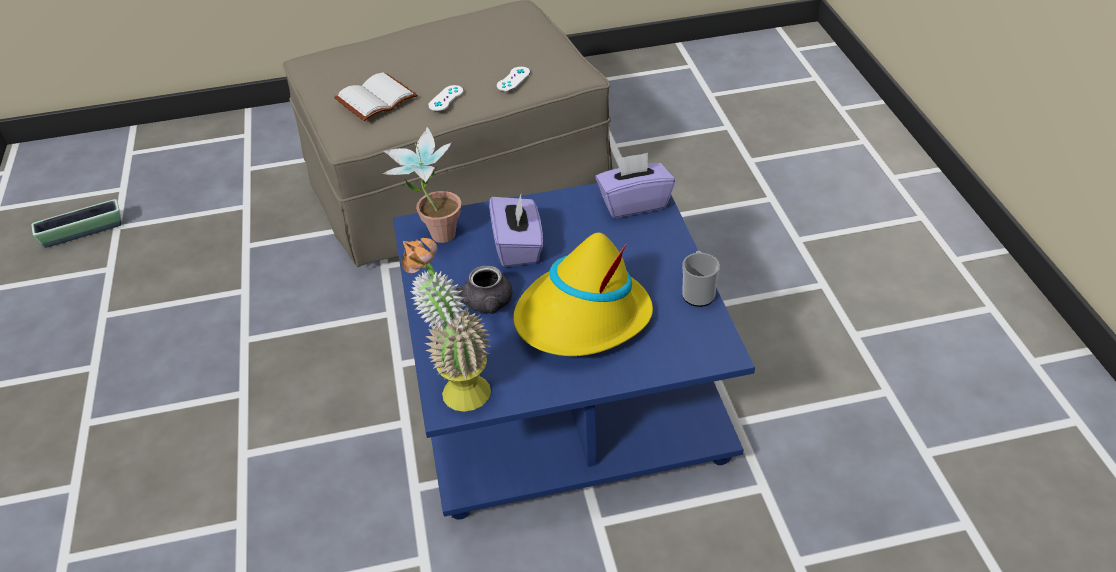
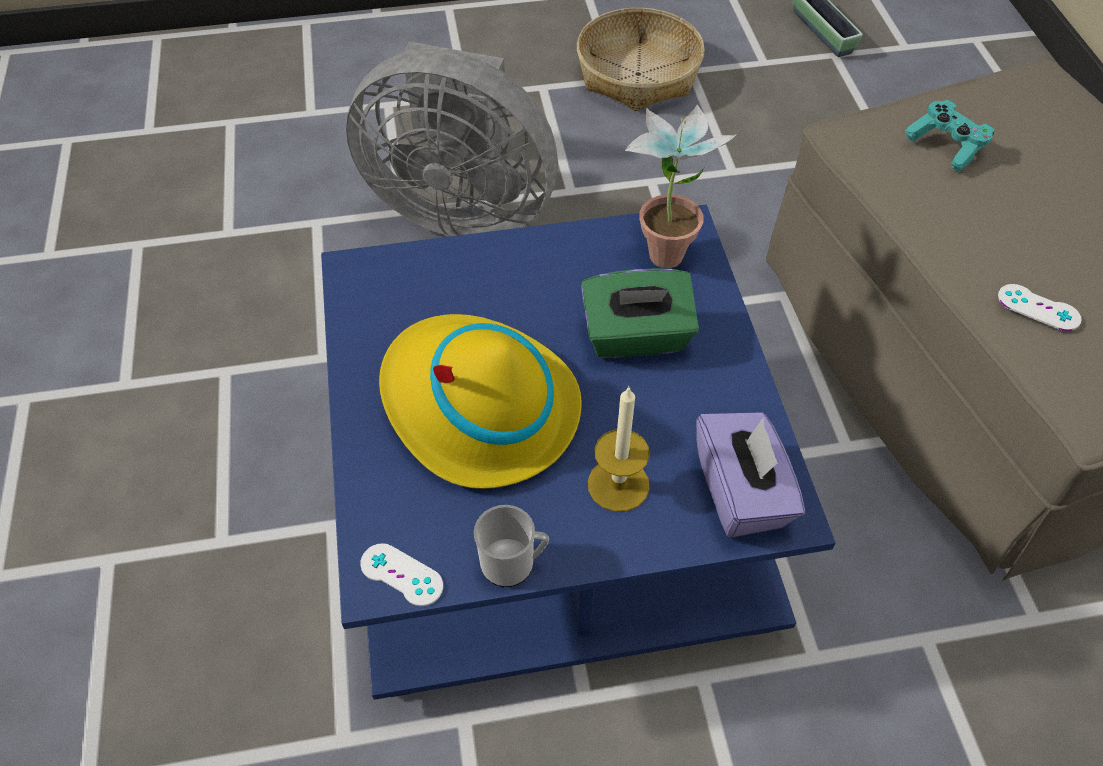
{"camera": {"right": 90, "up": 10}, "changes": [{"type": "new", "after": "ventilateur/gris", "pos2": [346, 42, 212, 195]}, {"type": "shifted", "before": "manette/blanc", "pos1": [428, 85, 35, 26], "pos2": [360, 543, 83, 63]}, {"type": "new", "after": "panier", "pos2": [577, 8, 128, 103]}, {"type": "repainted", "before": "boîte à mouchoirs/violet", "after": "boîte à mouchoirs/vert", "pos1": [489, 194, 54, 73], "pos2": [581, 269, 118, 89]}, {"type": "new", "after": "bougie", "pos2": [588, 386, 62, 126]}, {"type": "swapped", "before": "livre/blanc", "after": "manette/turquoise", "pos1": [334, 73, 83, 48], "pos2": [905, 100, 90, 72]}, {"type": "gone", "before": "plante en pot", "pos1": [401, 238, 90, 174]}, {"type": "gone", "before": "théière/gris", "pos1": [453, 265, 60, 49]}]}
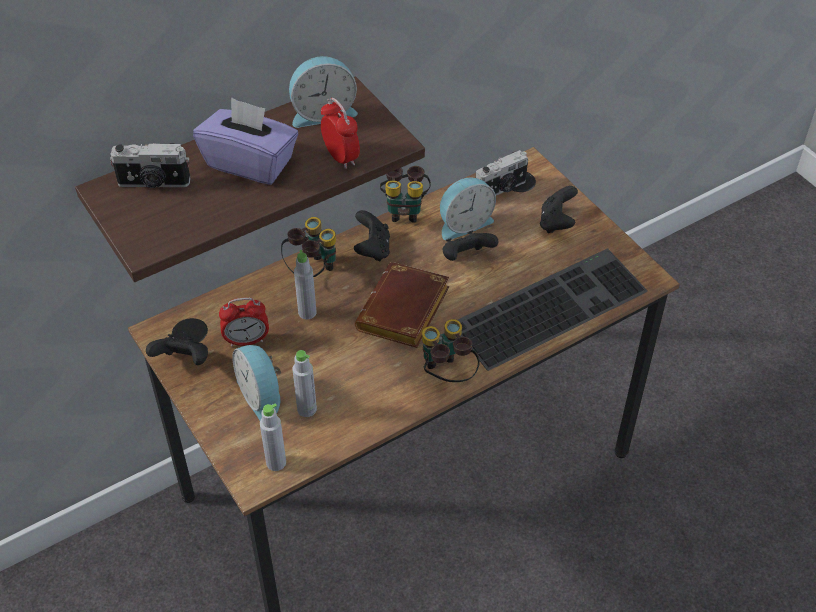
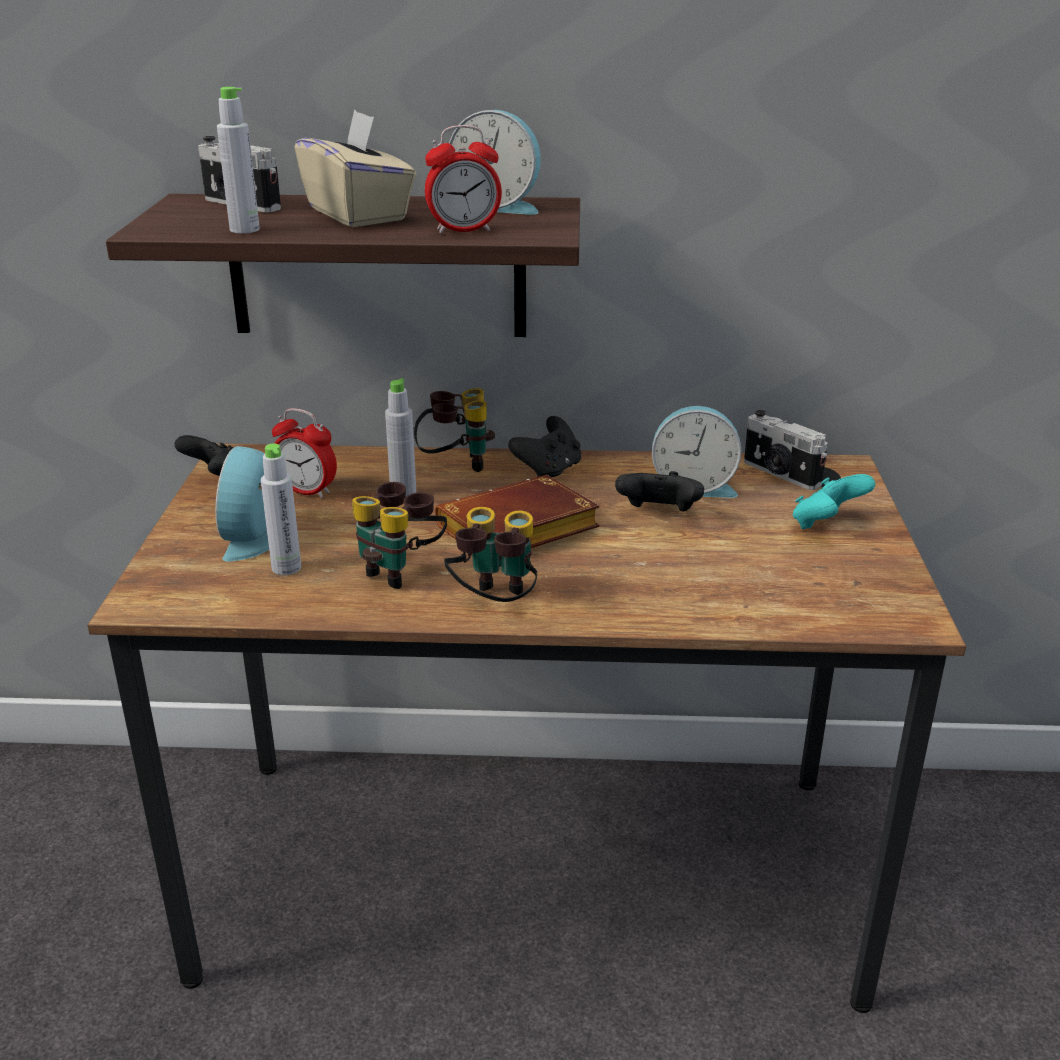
{"camera": {"right": 35, "up": -20}, "changes": [{"type": "shifted", "before": "bouteille/gris", "pos1": [260, 403, 26, 68], "pos2": [217, 87, 43, 147]}, {"type": "repainted", "before": "boîte à mouchoirs/violet", "after": "boîte à mouchoirs/beige", "pos1": [193, 97, 105, 88], "pos2": [294, 109, 122, 118]}, {"type": "shifted", "before": "jumelles", "pos1": [380, 166, 51, 57], "pos2": [352, 482, 95, 107]}, {"type": "rotated", "before": "réveil", "pos1": [321, 98, 39, 71], "pos2": [425, 125, 77, 109], "turn": 75}, {"type": "rotated", "before": "appareil photo", "pos1": [476, 150, 52, 45], "pos2": [744, 410, 84, 80], "turn": 45}, {"type": "repainted", "before": "manette/noir", "after": "manette/turquoise", "pos1": [540, 186, 38, 47], "pos2": [793, 474, 82, 55]}, {"type": "gone", "before": "clavier", "pos1": [458, 248, 190, 123]}]}
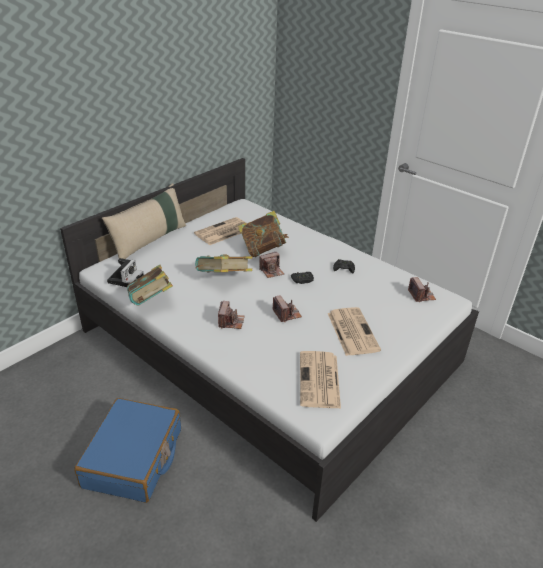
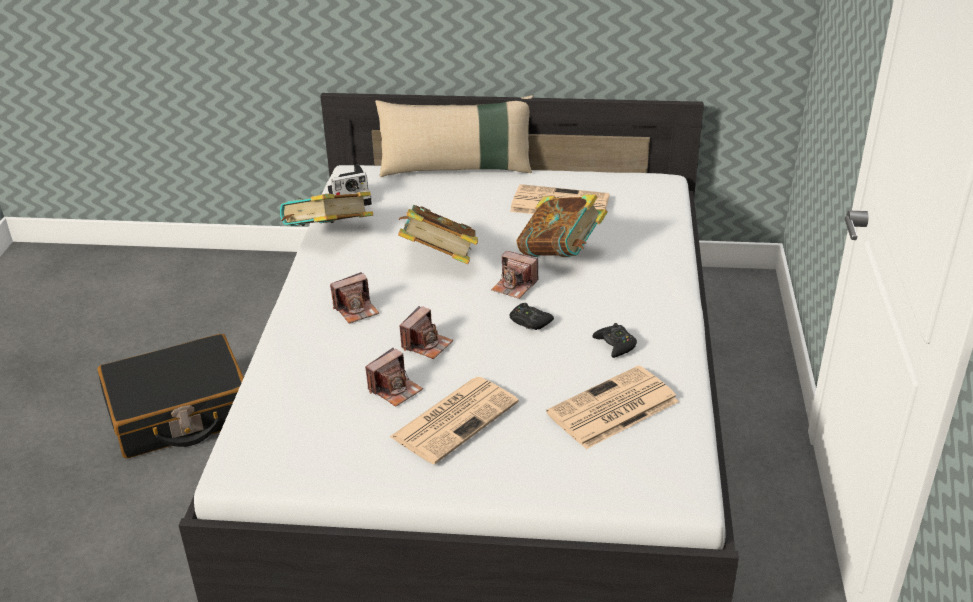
{"camera": {"right": 55, "up": 0}, "changes": [{"type": "repainted", "before": "valise/bleu", "after": "valise/noir", "pos1": [74, 398, 107, 105], "pos2": [98, 334, 146, 124]}, {"type": "shifted", "before": "appareil photo", "pos1": [408, 277, 28, 25], "pos2": [365, 348, 58, 59]}, {"type": "shifted", "before": "journal", "pos1": [300, 351, 41, 58], "pos2": [546, 365, 133, 84]}]}
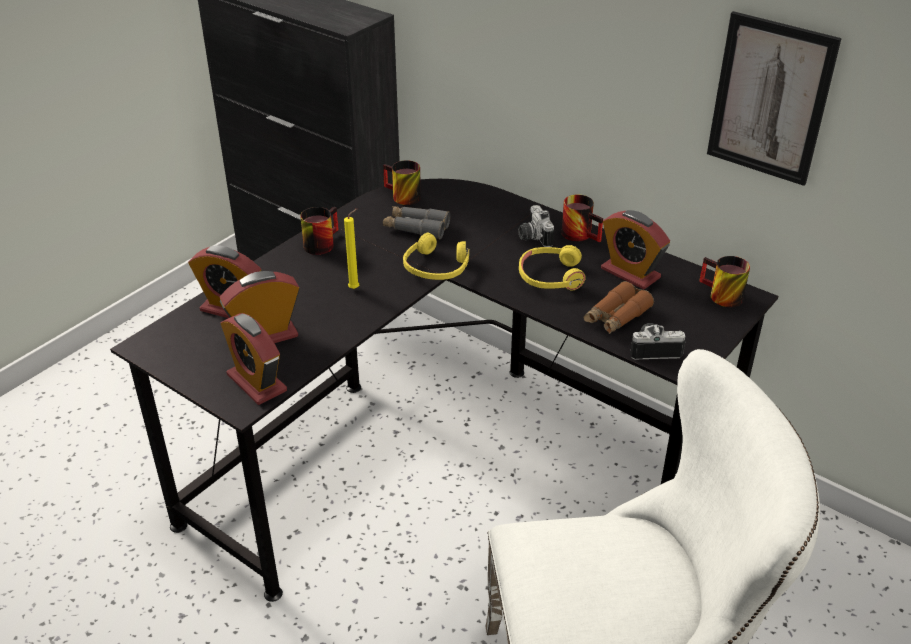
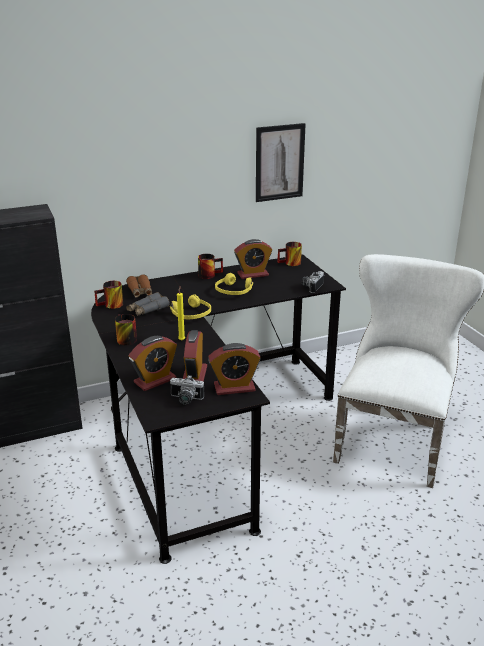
{"camera": {"right": -60, "up": -10}, "changes": [{"type": "shifted", "before": "jumelles/marron", "pos1": [584, 281, 70, 53], "pos2": [126, 274, 26, 23]}, {"type": "shifted", "before": "appareil photo", "pos1": [518, 205, 36, 42], "pos2": [170, 375, 34, 30]}]}
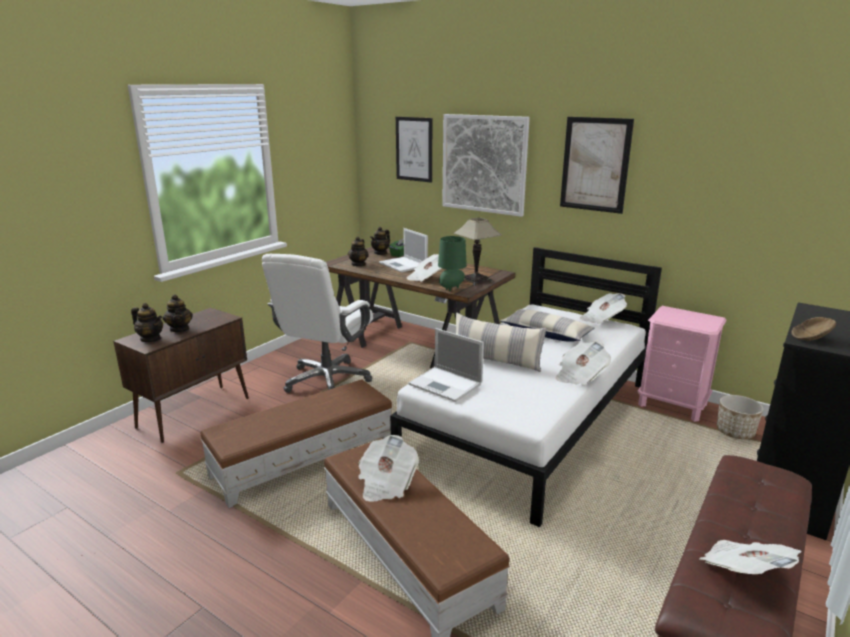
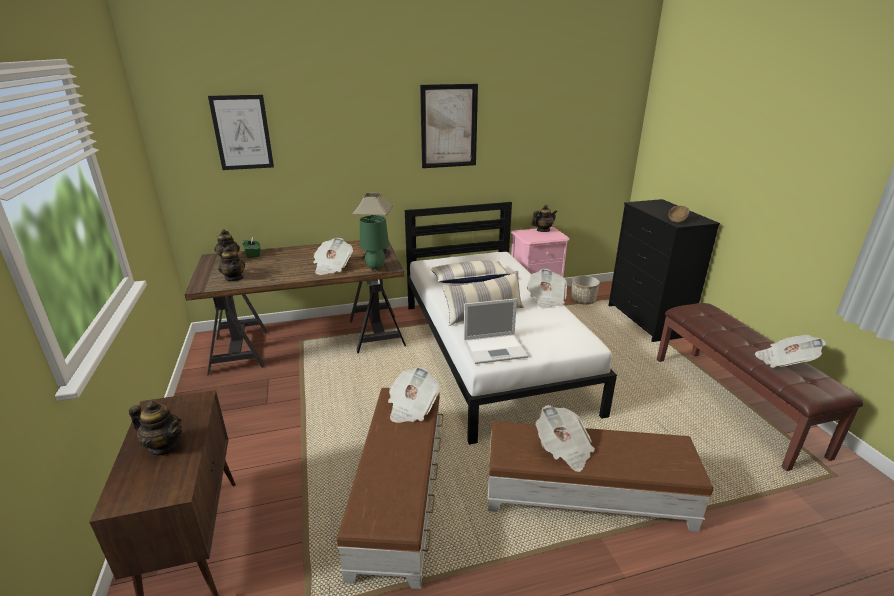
{"camera": {"right": -50, "up": 5}, "changes": [{"type": "shifted", "before": "journal", "pos1": [580, 293, 47, 31], "pos2": [388, 367, 52, 56]}, {"type": "shifted", "before": "théière", "pos1": [131, 303, 32, 39], "pos2": [531, 205, 26, 27]}, {"type": "gone", "before": "chaise de bureau/blanc", "pos1": [262, 254, 111, 139]}, {"type": "gone", "before": "ordinateur portable", "pos1": [379, 228, 49, 45]}, {"type": "gone", "before": "tableau", "pos1": [442, 114, 88, 103]}]}
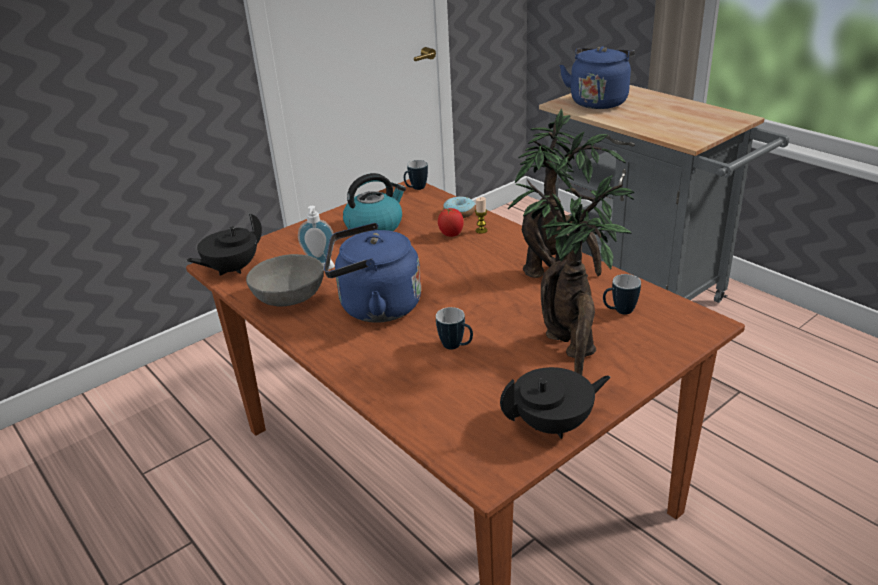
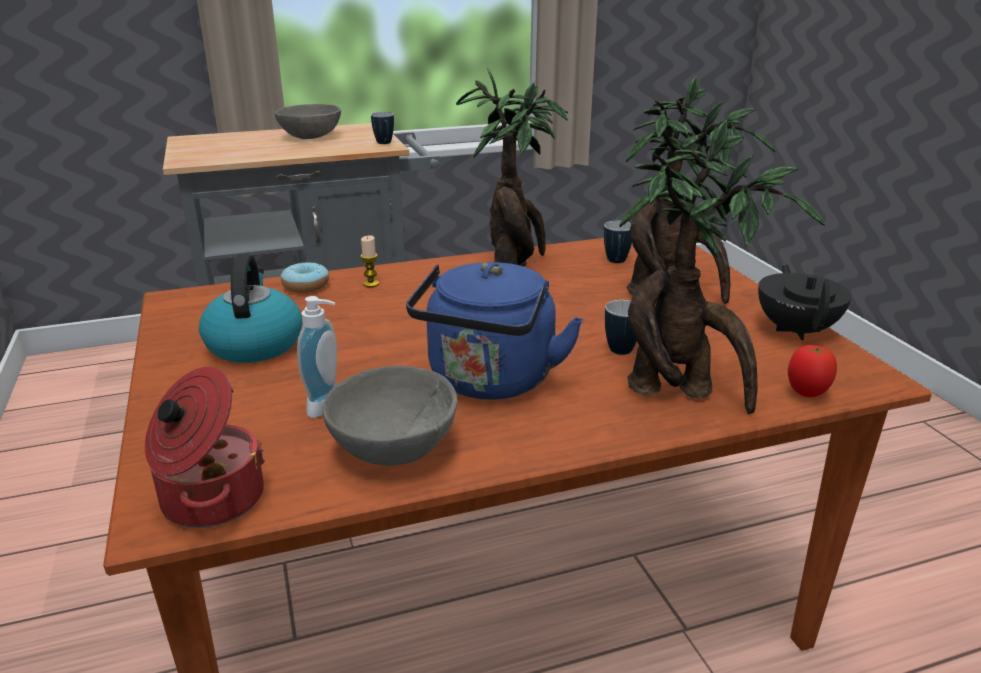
{"camera": {"right": -70, "up": -5}, "changes": [{"type": "swapped", "before": "théière/noir", "after": "marmite", "pos1": [186, 213, 76, 63], "pos2": [145, 367, 120, 161]}, {"type": "new", "after": "bol/gris", "pos2": [275, 104, 66, 35]}, {"type": "shifted", "before": "mug", "pos1": [404, 160, 24, 30], "pos2": [371, 112, 23, 32]}, {"type": "new", "after": "plante en pot", "pos2": [619, 119, 206, 295]}, {"type": "shifted", "before": "tomate", "pos1": [438, 208, 26, 29], "pos2": [788, 345, 49, 52]}, {"type": "gone", "before": "bouilloire/bleu", "pos1": [559, 46, 76, 63]}]}
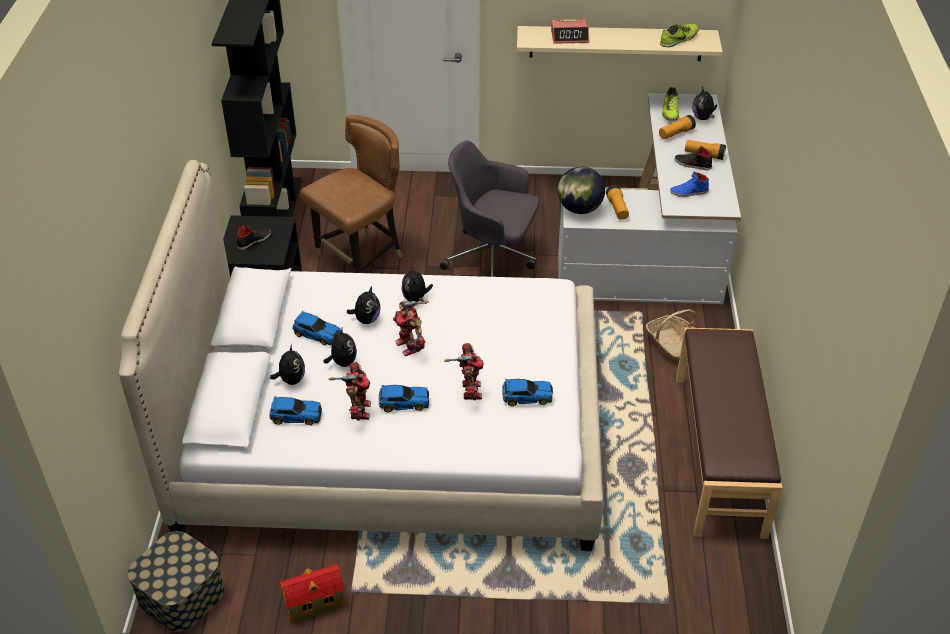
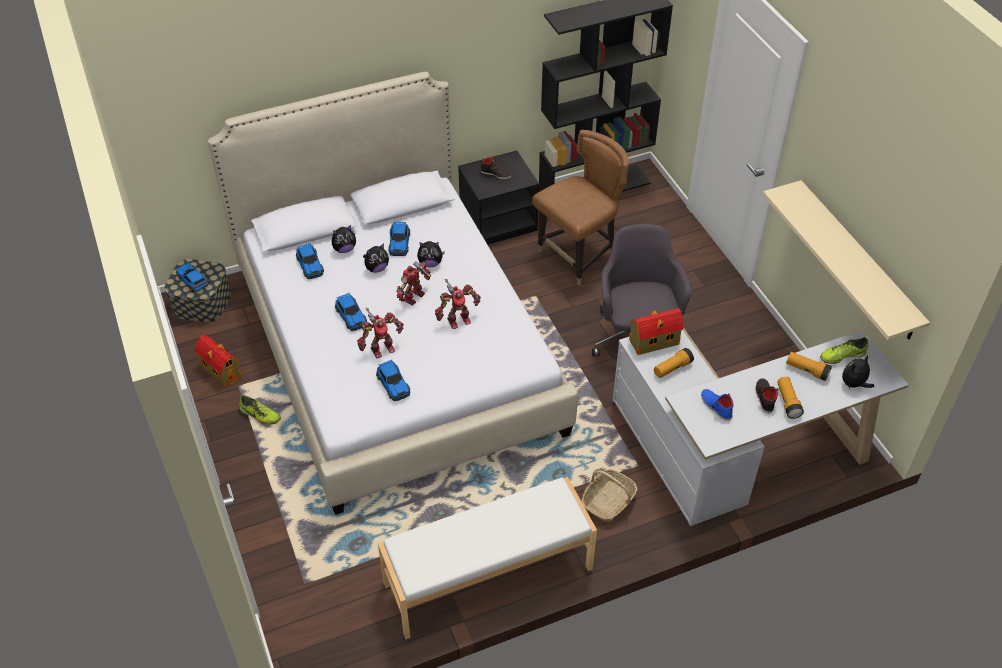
{"camera": {"right": 65, "up": 5}, "changes": [{"type": "new", "after": "petite voiture", "pos2": [176, 263, 33, 29]}, {"type": "shifted", "before": "chaussure", "pos1": [660, 24, 39, 23], "pos2": [239, 395, 42, 29]}, {"type": "repainted", "before": "banc/marron", "after": "banc/blanc", "pos1": [676, 328, 107, 211], "pos2": [378, 477, 219, 162]}, {"type": "shifted", "before": "robot jouet", "pos1": [329, 362, 42, 59], "pos2": [435, 279, 46, 50]}, {"type": "rotated", "before": "chaise/marron", "pos1": [300, 115, 102, 158], "pos2": [532, 130, 97, 156], "turn": -60}, {"type": "swapped", "before": "globe", "after": "maison miniature", "pos1": [558, 166, 47, 48], "pos2": [629, 308, 54, 47]}, {"type": "gone", "before": "peluche", "pos1": [401, 265, 32, 37]}, {"type": "gone", "before": "réveil", "pos1": [551, 19, 38, 25]}]}
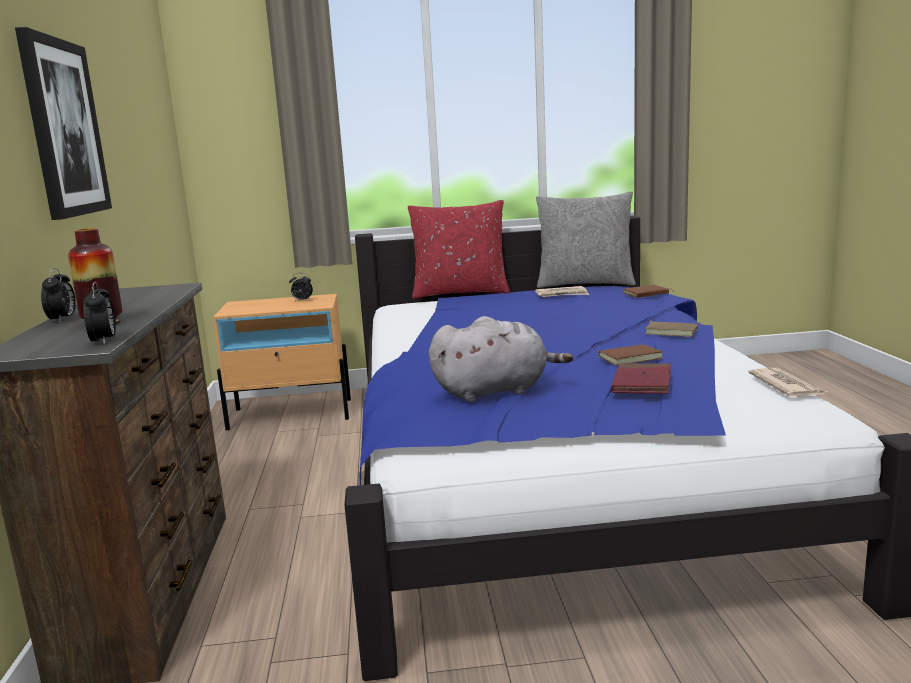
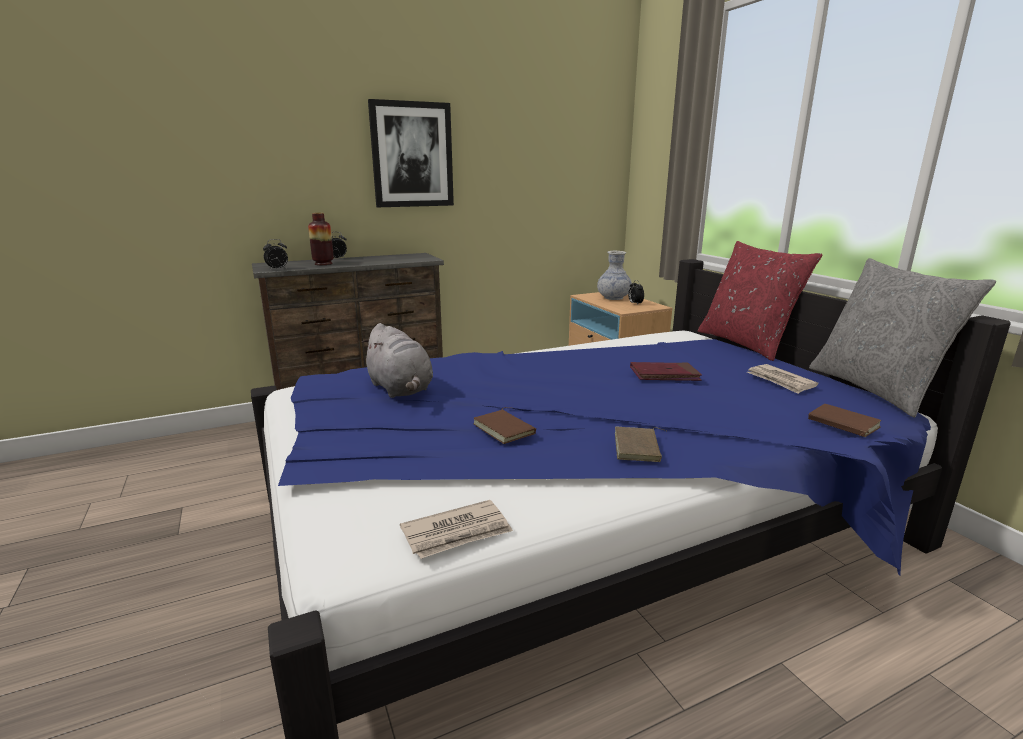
{"camera": {"right": 70, "up": 5}, "changes": [{"type": "new", "after": "vase", "pos2": [597, 251, 35, 49]}, {"type": "shifted", "before": "livre/rouge", "pos1": [611, 364, 60, 30], "pos2": [630, 362, 72, 19]}]}
